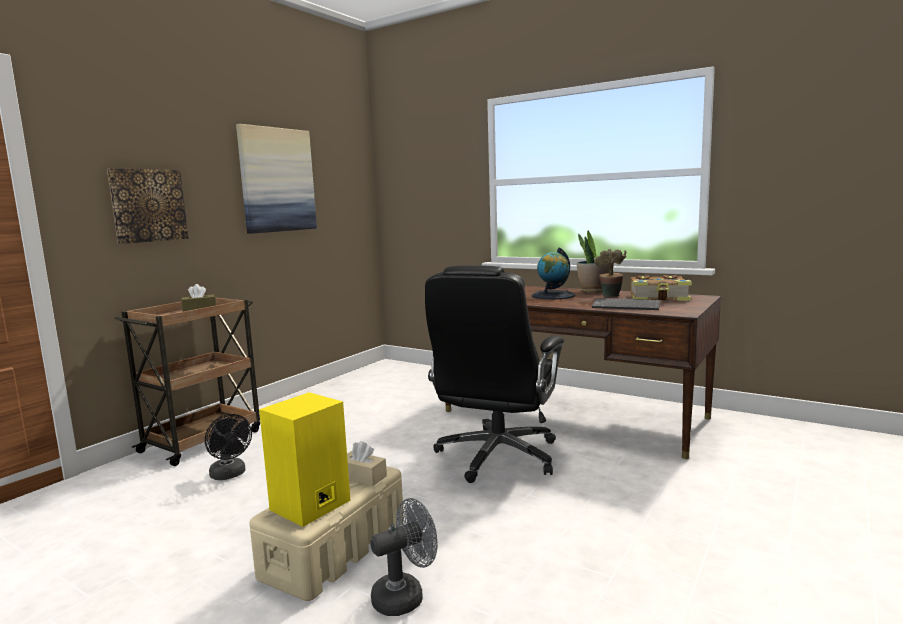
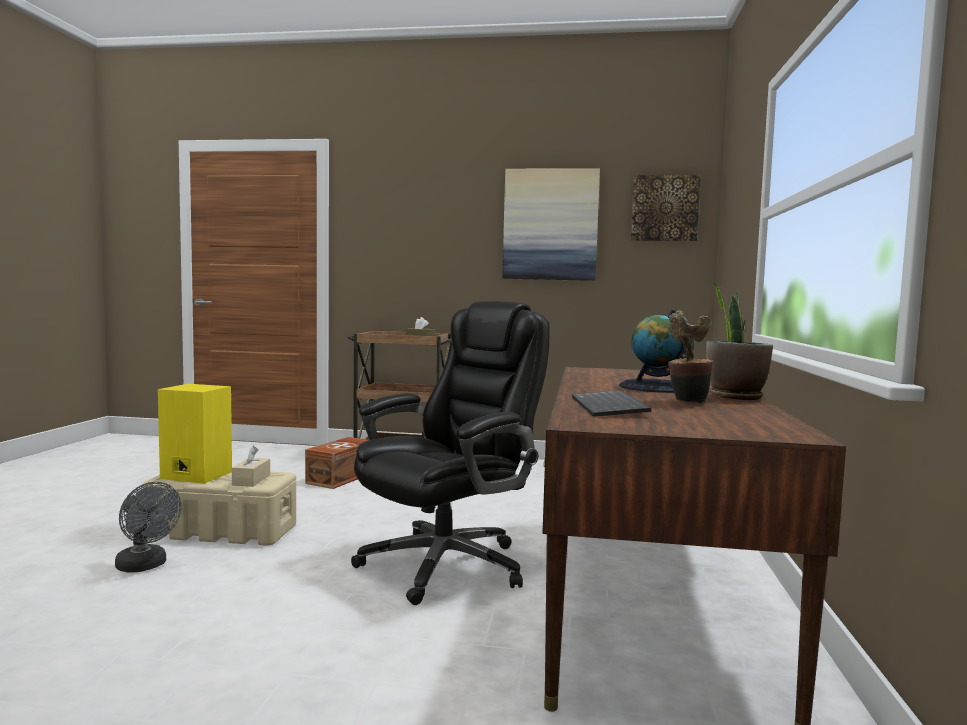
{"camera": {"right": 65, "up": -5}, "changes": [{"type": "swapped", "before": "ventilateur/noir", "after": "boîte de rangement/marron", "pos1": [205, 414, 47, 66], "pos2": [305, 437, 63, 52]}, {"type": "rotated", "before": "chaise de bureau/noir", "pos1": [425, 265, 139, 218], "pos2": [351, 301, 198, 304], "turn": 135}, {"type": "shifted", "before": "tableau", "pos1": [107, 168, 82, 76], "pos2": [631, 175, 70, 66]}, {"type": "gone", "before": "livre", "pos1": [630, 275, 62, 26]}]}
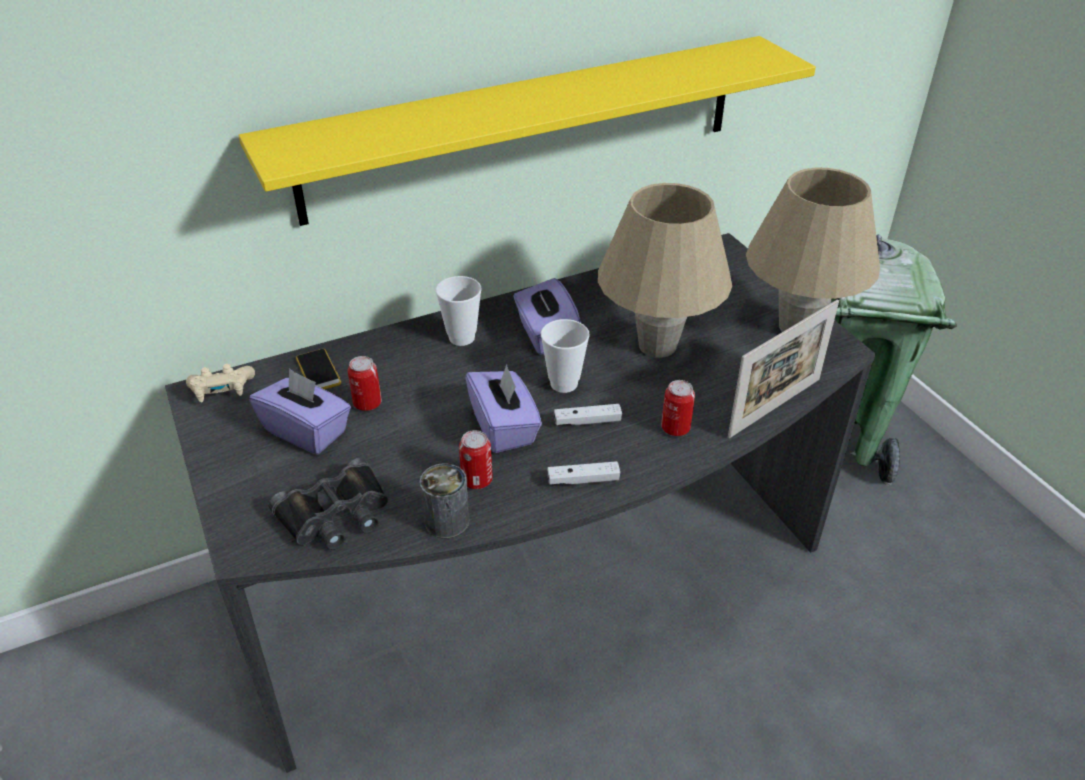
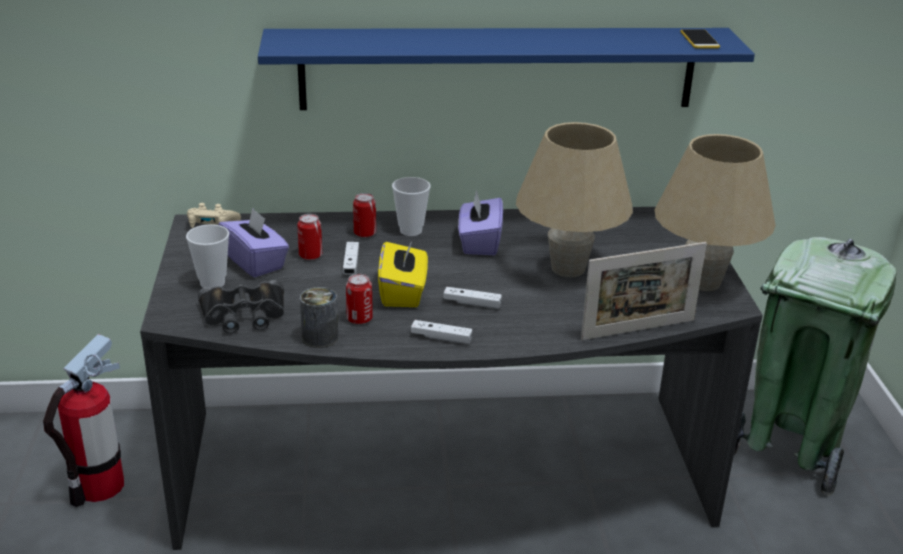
{"camera": {"right": 20, "up": -10}, "changes": [{"type": "new", "after": "extincteur", "pos2": [43, 334, 81, 173]}, {"type": "shifted", "before": "tasse", "pos1": [541, 319, 49, 74], "pos2": [186, 224, 43, 64]}, {"type": "repainted", "before": "étagère/jaune", "after": "étagère/bleu", "pos1": [238, 36, 578, 190], "pos2": [258, 28, 497, 82]}, {"type": "new", "after": "manette/blanc", "pos2": [343, 242, 16, 33]}, {"type": "shifted", "before": "boîte métallique", "pos1": [661, 380, 34, 56], "pos2": [353, 193, 23, 45]}, {"type": "repainted", "before": "boîte à mouchoirs/violet", "after": "boîte à mouchoirs/jaune", "pos1": [465, 364, 77, 89], "pos2": [378, 238, 50, 69]}, {"type": "shifted", "before": "téléphone", "pos1": [296, 349, 45, 41], "pos2": [680, 29, 40, 19]}]}
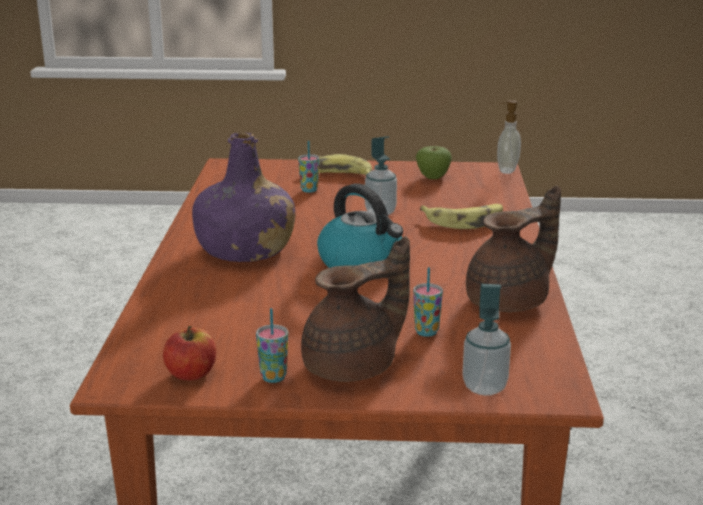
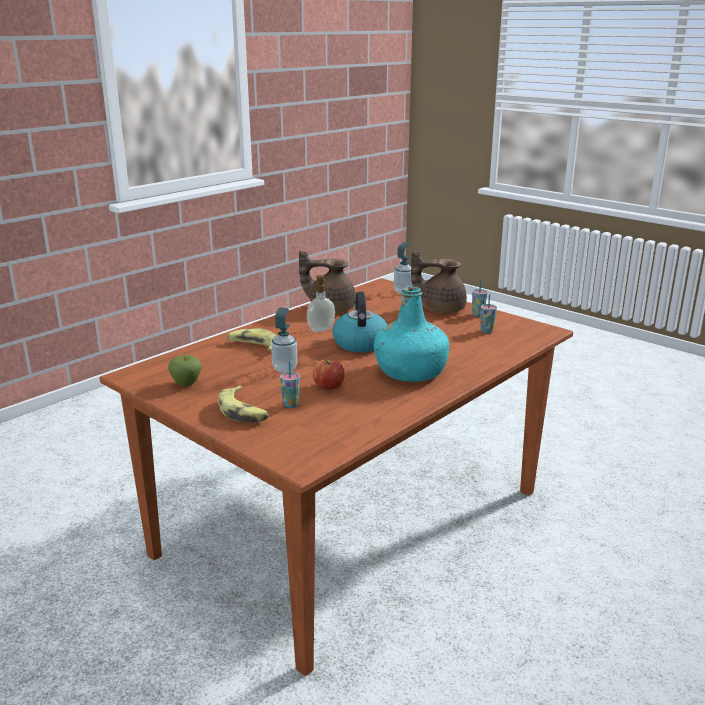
{"camera": {"right": -140, "up": 0}, "changes": [{"type": "shifted", "before": "distributeur de savon", "pos1": [497, 100, 24, 74], "pos2": [307, 275, 28, 57]}, {"type": "shifted", "before": "pomme", "pos1": [163, 326, 53, 54], "pos2": [313, 360, 32, 30]}, {"type": "repainted", "before": "bouteille/violet", "after": "bouteille/turquoise", "pos1": [192, 133, 103, 129], "pos2": [374, 287, 75, 95]}, {"type": "shifted", "before": "tasse", "pos1": [413, 267, 30, 70], "pos2": [480, 294, 17, 39]}]}
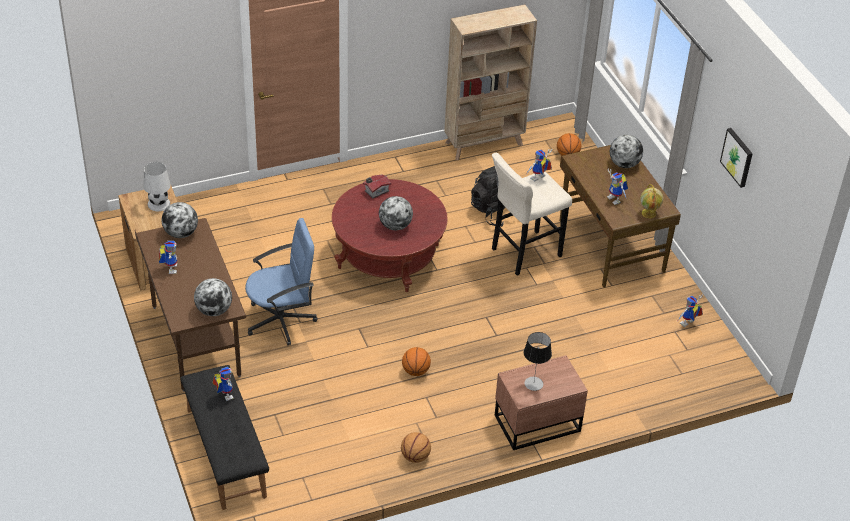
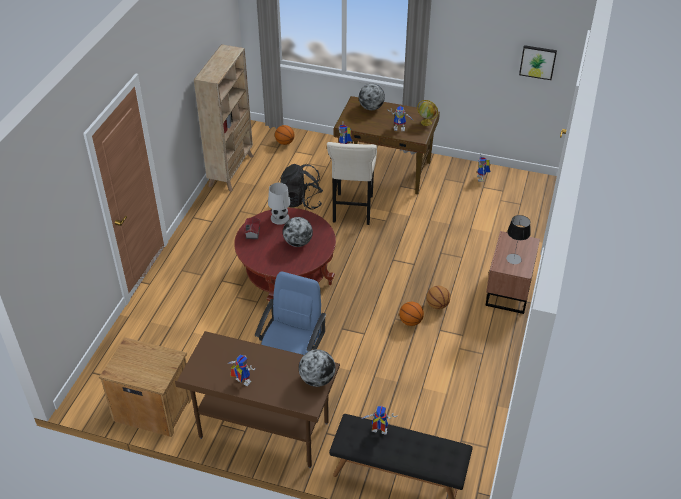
{"camera": {"right": -50, "up": 0}, "changes": [{"type": "shifted", "before": "lampe de table/blanc", "pos1": [144, 162, 27, 49], "pos2": [268, 183, 22, 42]}, {"type": "shifted", "before": "ballon de basket", "pos1": [401, 432, 30, 31], "pos2": [427, 286, 23, 24]}, {"type": "shifted", "before": "tableau", "pos1": [720, 128, 33, 60], "pos2": [519, 45, 38, 35]}, {"type": "gone", "before": "globe", "pos1": [162, 202, 36, 36]}]}
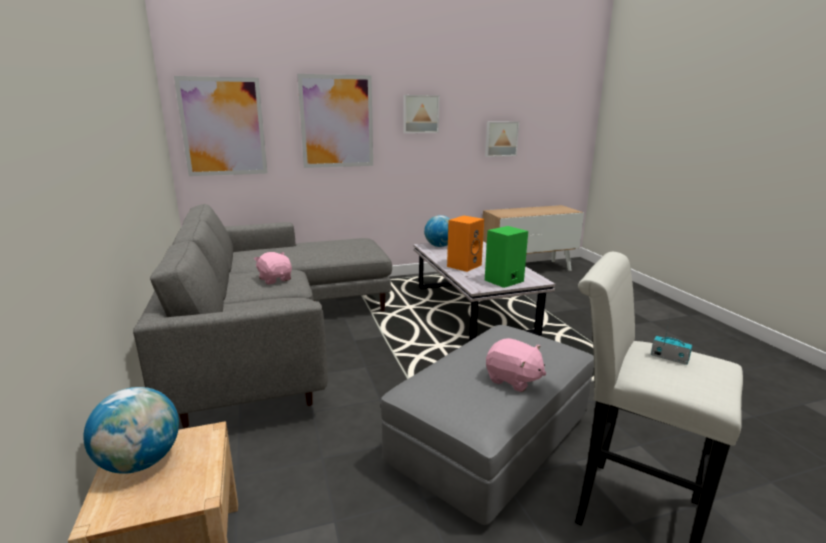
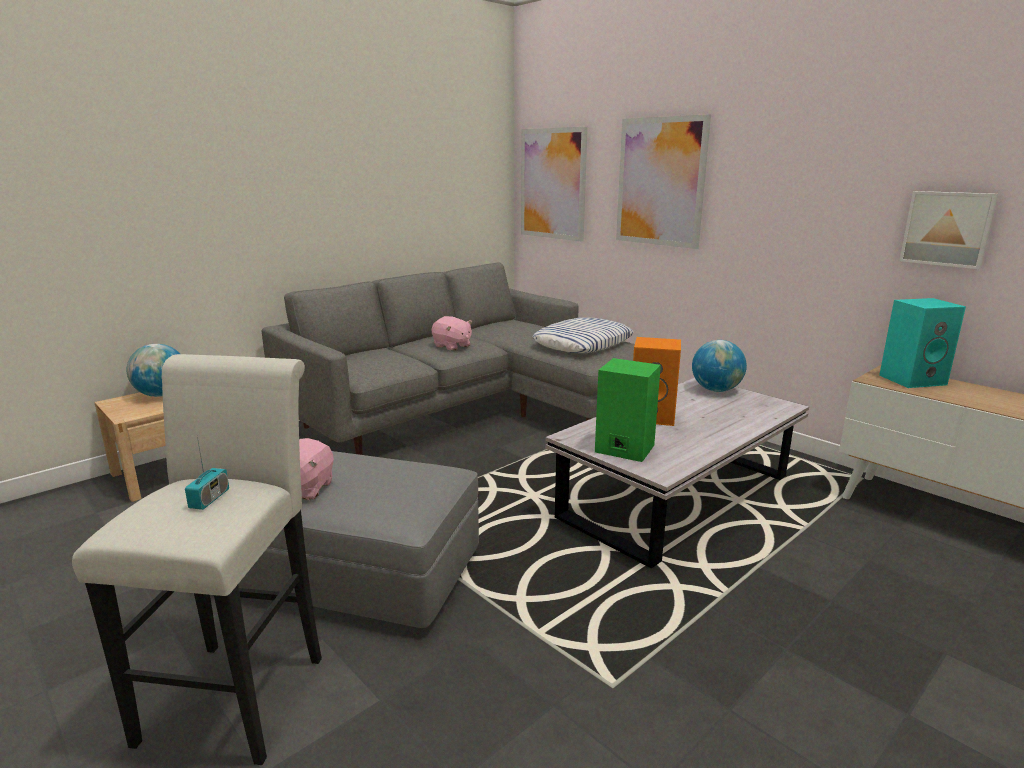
{"camera": {"right": 65, "up": 0}, "changes": [{"type": "rotated", "before": "peluche/rose", "pos1": [254, 252, 38, 32], "pos2": [432, 316, 40, 35], "turn": 105}, {"type": "new", "after": "coussin", "pos2": [533, 317, 100, 36]}, {"type": "new", "after": "enceinte/turquoise", "pos2": [879, 298, 87, 90]}, {"type": "gone", "before": "tableau", "pos1": [403, 95, 36, 38]}]}
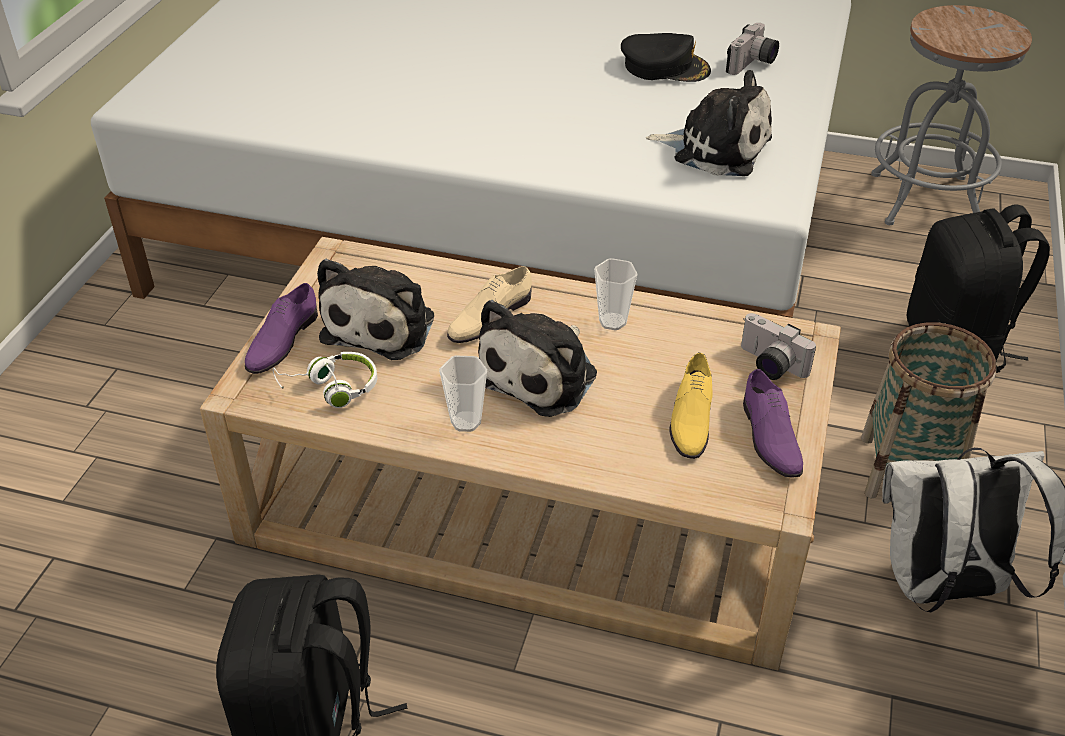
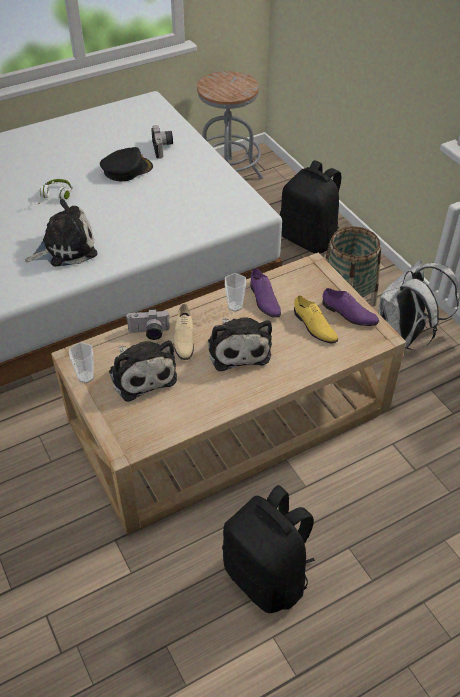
{"camera": {"right": -45, "up": 5}, "changes": [{"type": "shifted", "before": "peluche", "pos1": [646, 70, 126, 106], "pos2": [25, 199, 72, 68]}, {"type": "shifted", "before": "casque audio/blanc", "pos1": [273, 352, 104, 56], "pos2": [28, 178, 45, 27]}, {"type": "shifted", "before": "tasse", "pos1": [439, 355, 48, 77], "pos2": [69, 342, 25, 41]}, {"type": "shifted", "before": "appareil photo", "pos1": [741, 313, 75, 67], "pos2": [126, 309, 44, 31]}, {"type": "shifted", "before": "chaussure/violet", "pos1": [245, 283, 73, 91], "pos2": [250, 268, 31, 50]}]}
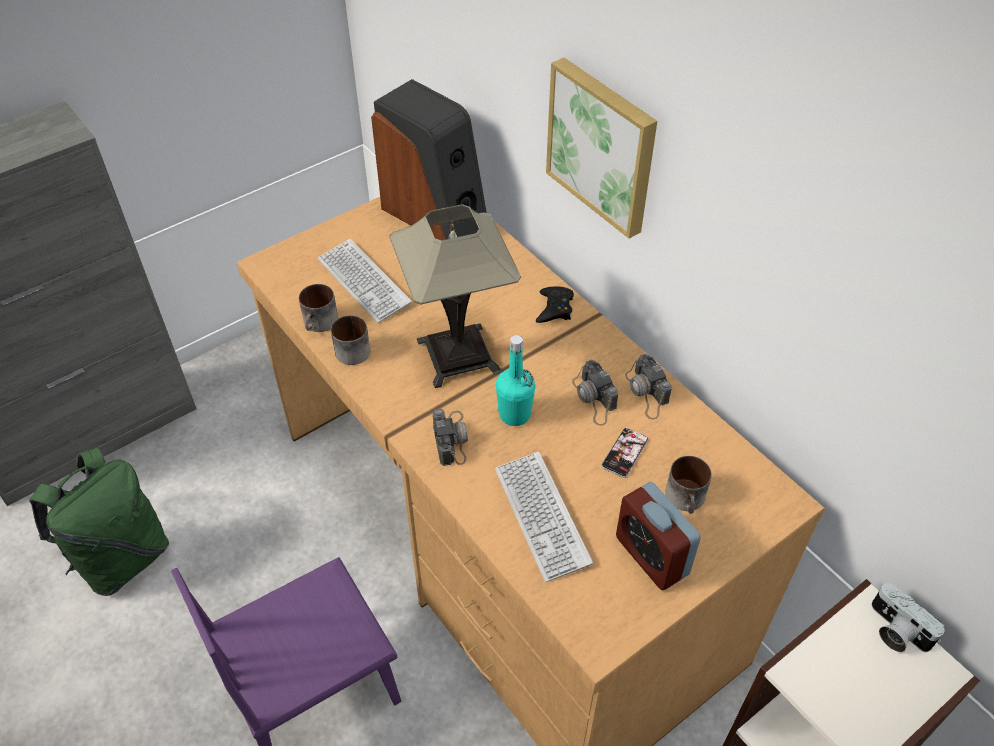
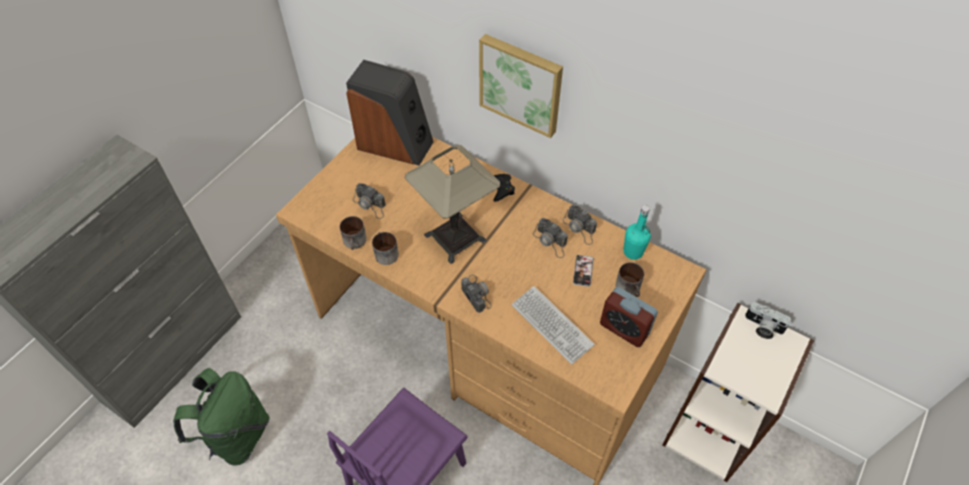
{"camera": {"right": -20, "up": 5}, "changes": [{"type": "swapped", "before": "clavier", "after": "appareil photo", "pos1": [318, 239, 94, 84], "pos2": [353, 183, 33, 36]}, {"type": "shifted", "before": "bouteille/turquoise", "pos1": [496, 335, 39, 91], "pos2": [623, 205, 28, 55]}]}
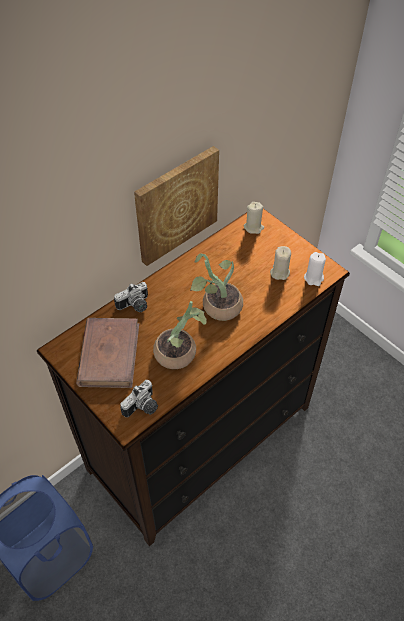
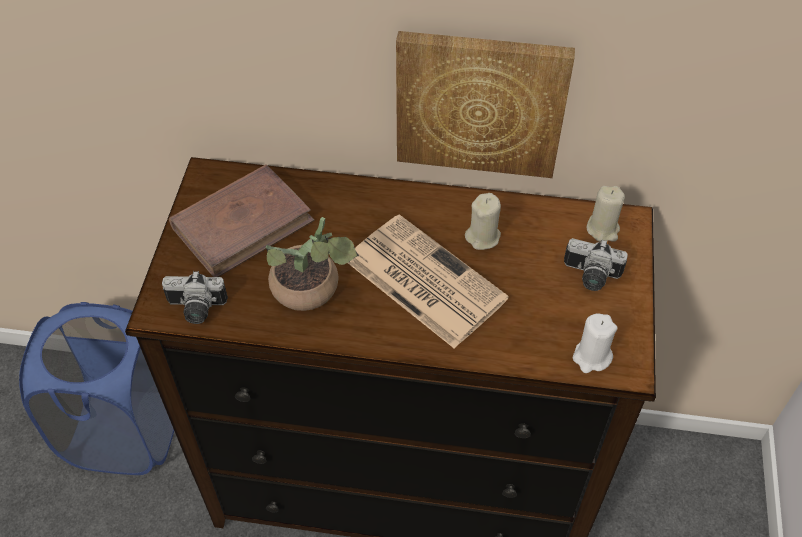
{"camera": {"right": 50, "up": 0}, "changes": [{"type": "swapped", "before": "plante en pot", "after": "journal", "pos1": [190, 253, 53, 68], "pos2": [348, 214, 161, 135]}, {"type": "shifted", "before": "bougie/beige", "pos1": [270, 246, 21, 34], "pos2": [465, 193, 36, 57]}, {"type": "shifted", "before": "appareil photo", "pos1": [114, 282, 34, 30], "pos2": [564, 238, 64, 53]}]}
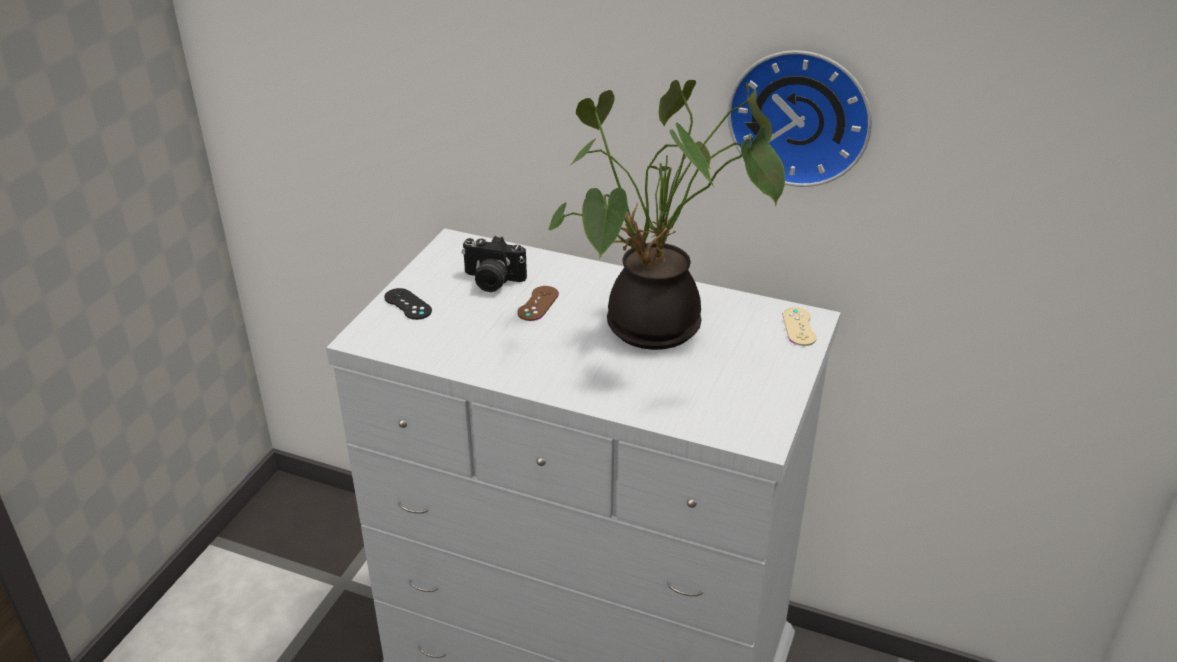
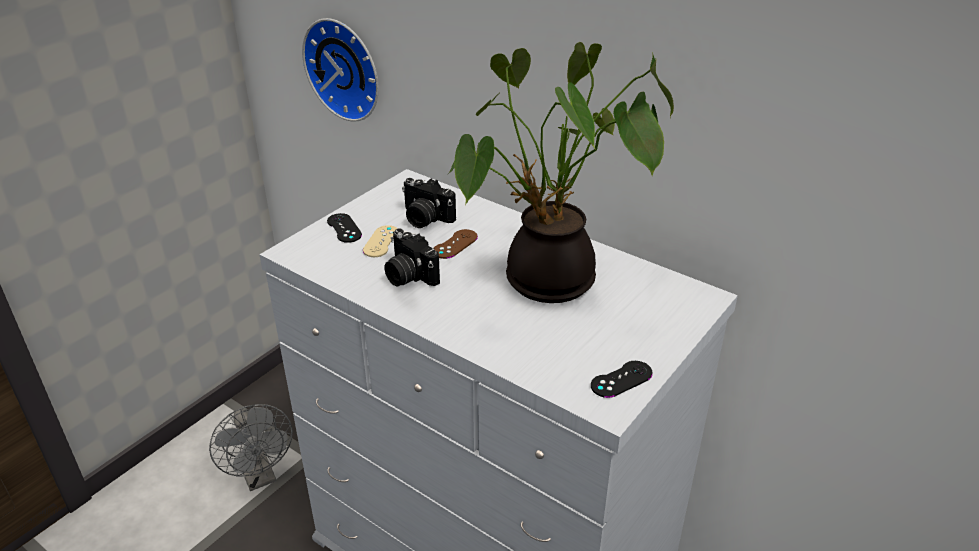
{"camera": {"right": 15, "up": 0}, "changes": [{"type": "new", "after": "ventilateur/gris", "pos2": [209, 404, 84, 87]}, {"type": "shifted", "before": "horloge murale", "pos1": [727, 50, 145, 137], "pos2": [302, 18, 77, 104]}, {"type": "shifted", "before": "manette/beige", "pos1": [783, 307, 34, 39], "pos2": [363, 225, 35, 32]}, {"type": "new", "after": "appareil photo", "pos2": [384, 228, 56, 58]}, {"type": "new", "after": "manette/noir", "pos2": [591, 361, 62, 37]}]}
